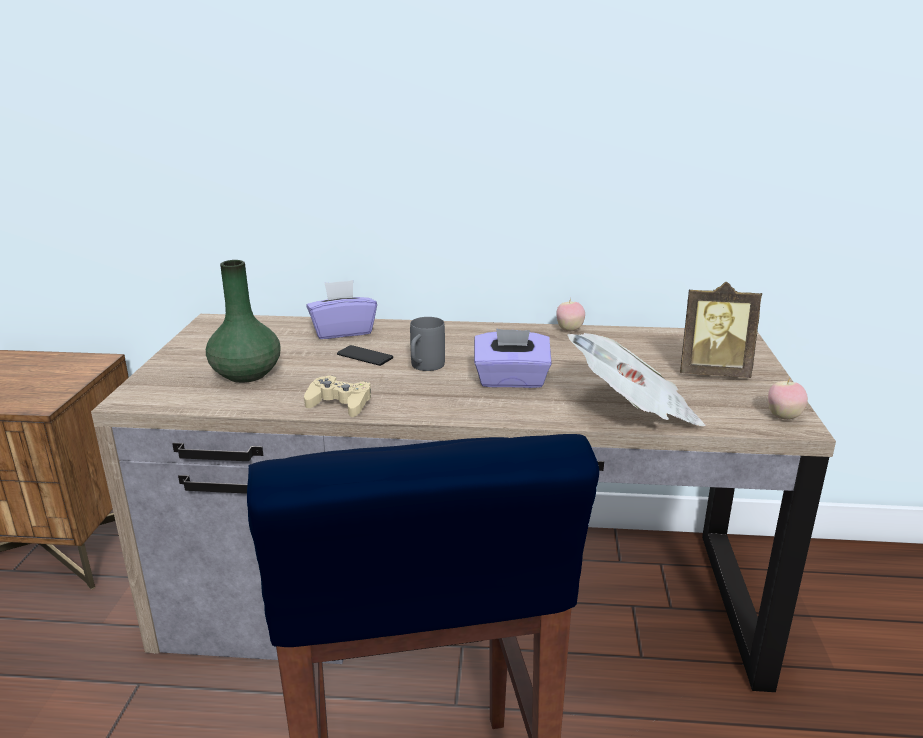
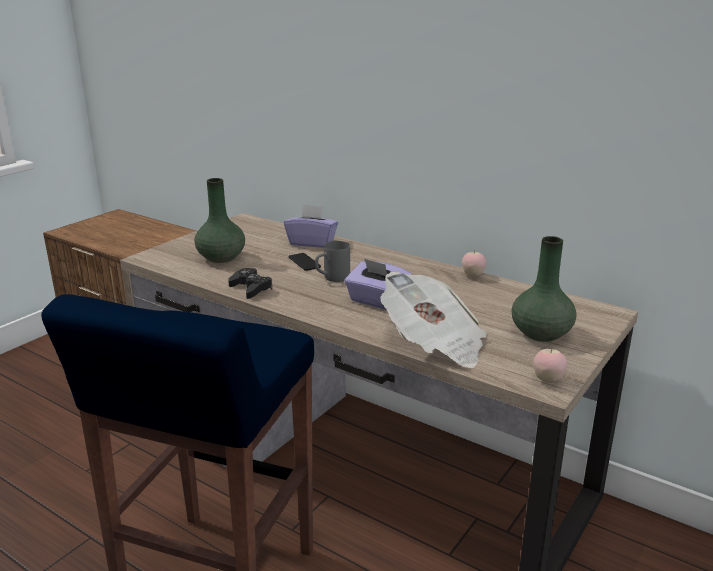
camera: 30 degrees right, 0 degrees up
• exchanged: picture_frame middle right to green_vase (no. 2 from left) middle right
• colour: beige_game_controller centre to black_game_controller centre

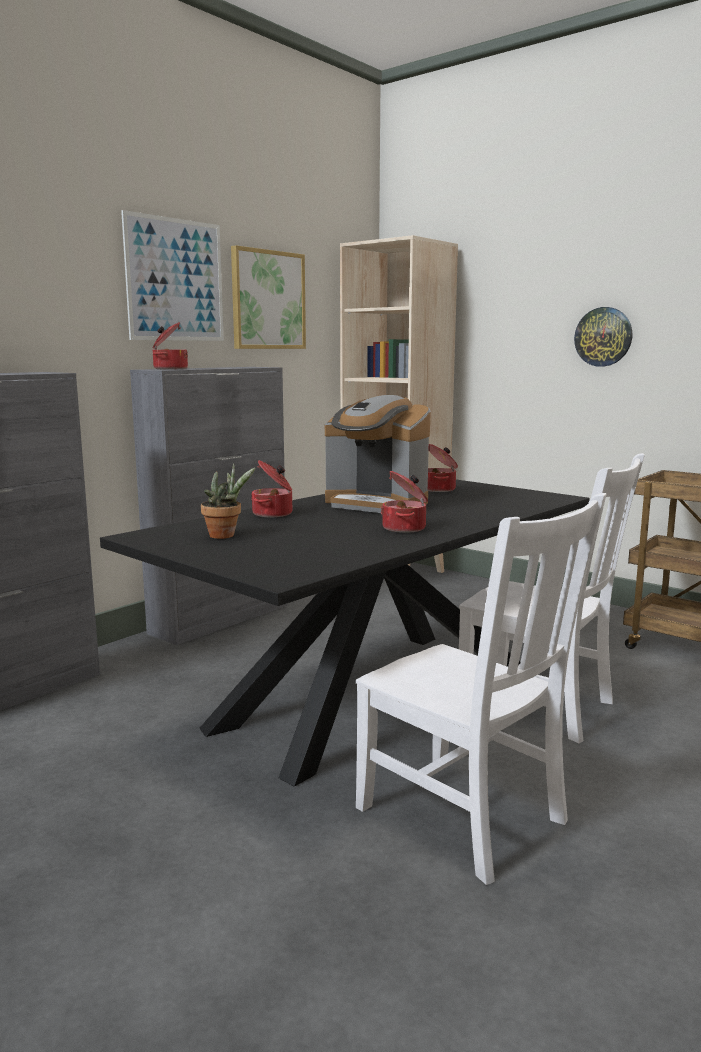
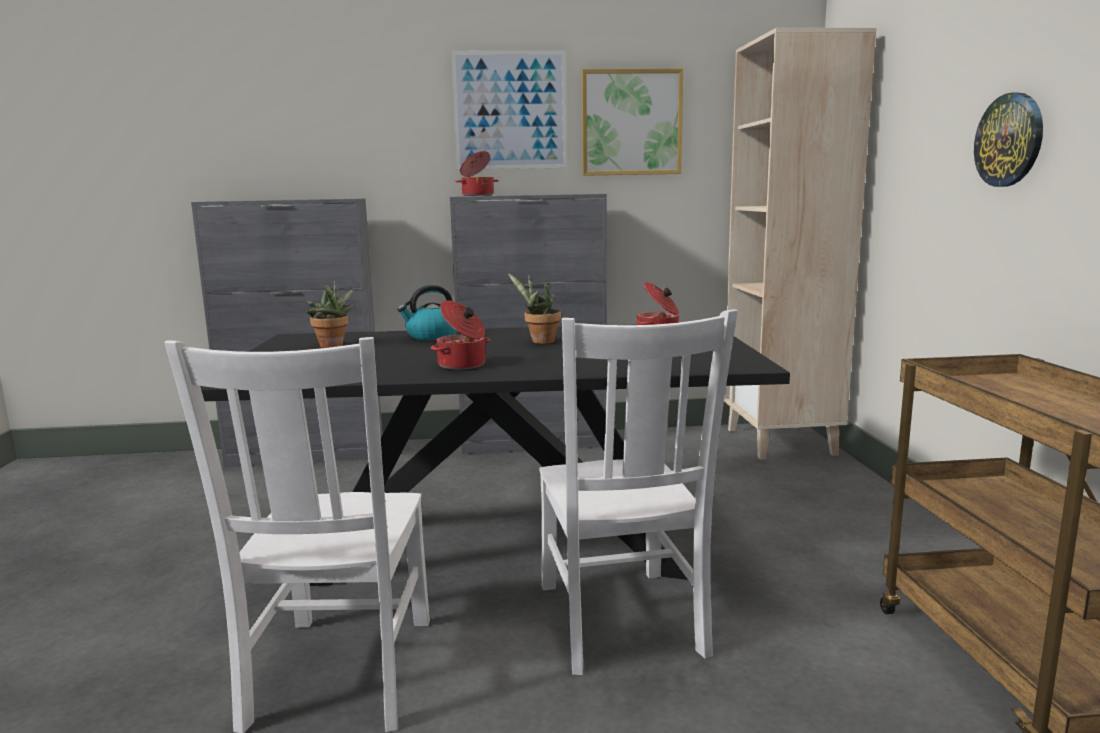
camera: 45 degrees right, 0 degrees up
• exchanged: cooking_pot (no. 2 from left) centre to kettle centre
• exchanged: coffee_machine centre to potted_plant (no. 2 from left) centre

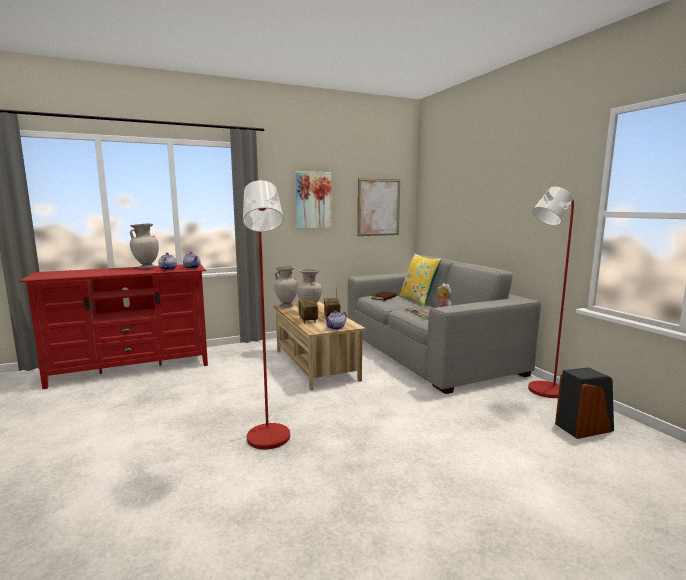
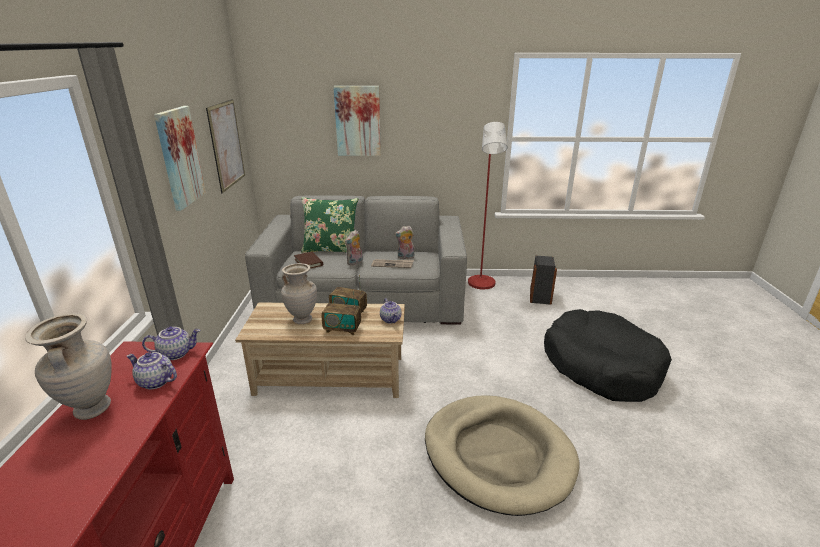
camera: 65 degrees left, 15 degrees up
• missing: beige_vase (no. 2 from left) centre
• appeared: picture (no. 3 from left) top centre
• appeared: plush_toy (no. 1 from left) centre
• appeared: black_dog_bed middle right
• exchanged: red_floor_lamp (no. 1 from left) centre to beige_dog_bed bottom centre
• colour: yellow_pillow centre to green_pillow centre

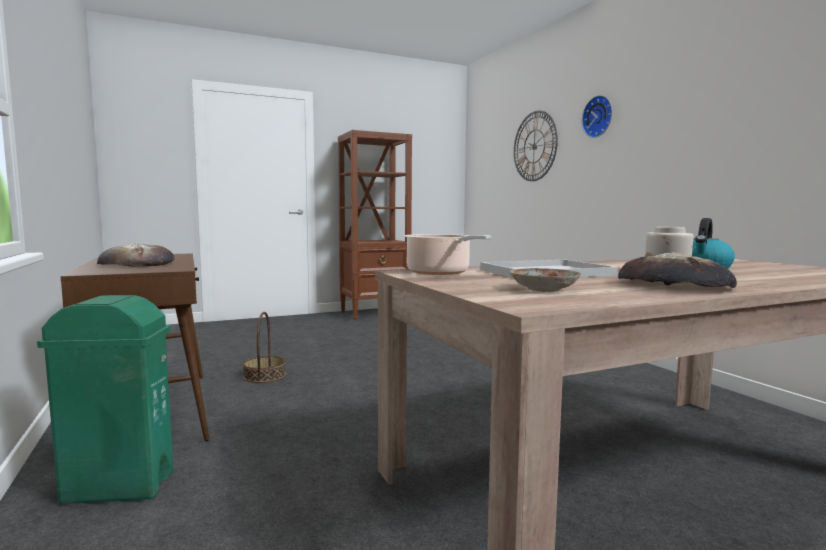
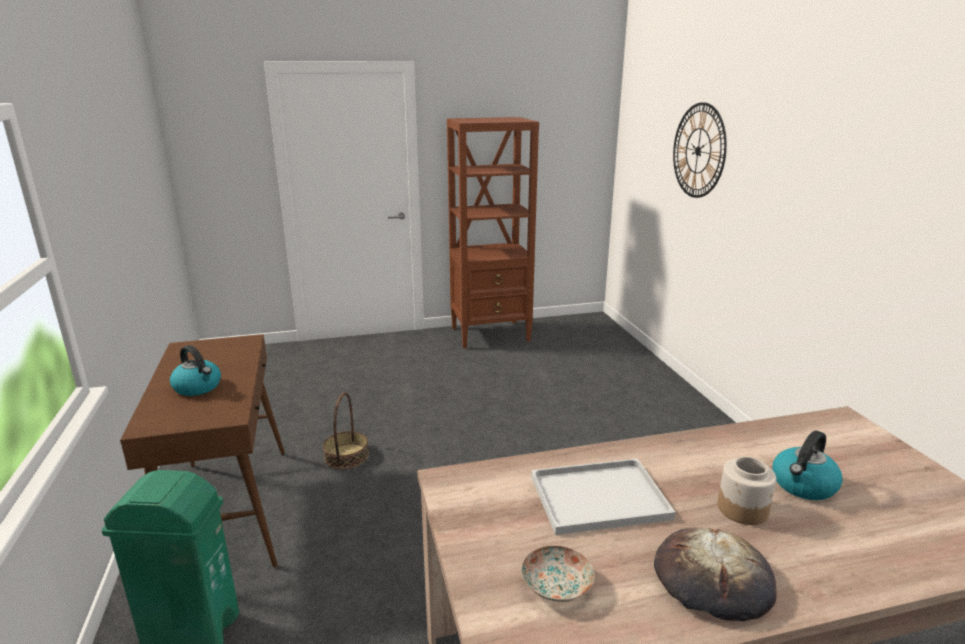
camera: 10 degrees right, 15 degrees up
• missing: cooking_pot centre
• missing: wall_clock (no. 2 from left) top right
• exchanged: bread (no. 1 from left) middle left to kettle (no. 1 from left) middle left

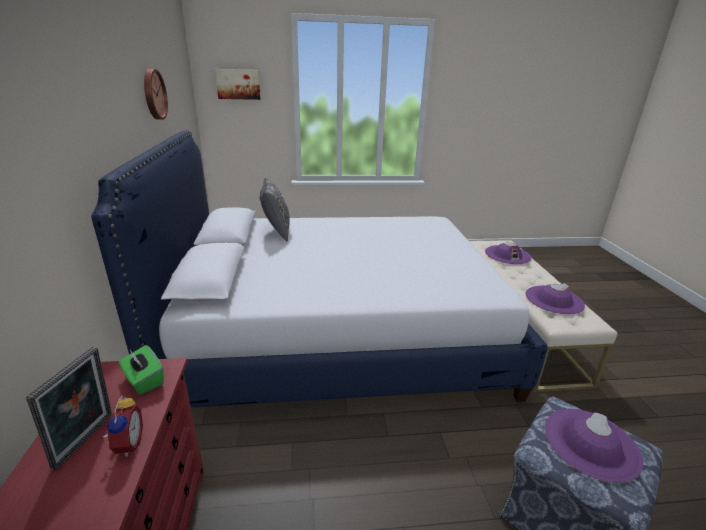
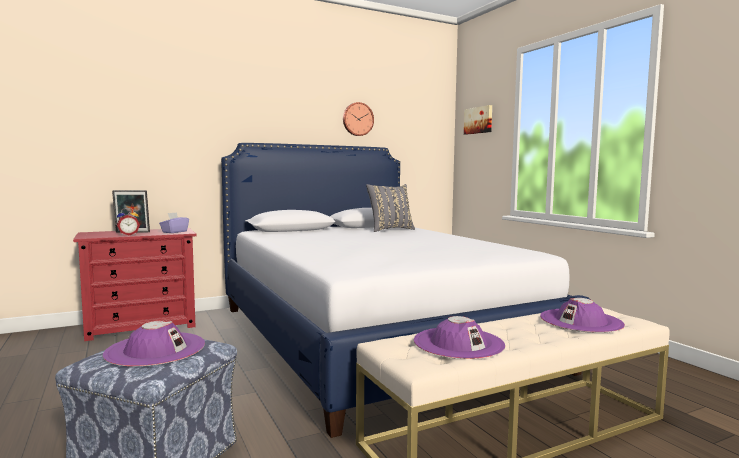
camera: 70 degrees right, 20 degrees down
• colour: green_tissue_box bottom left to purple_tissue_box middle left

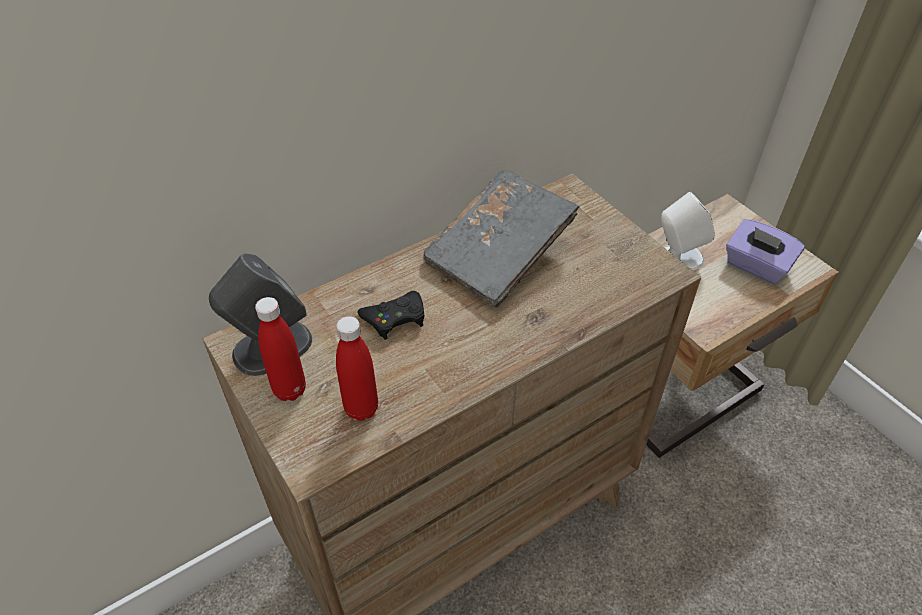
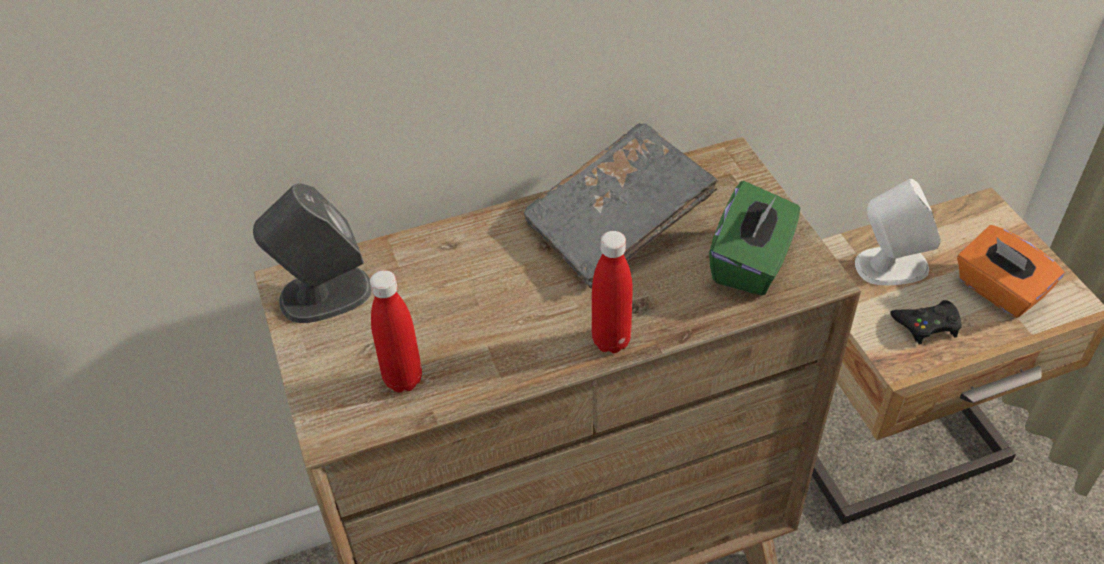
camera: 15 degrees right, 0 degrees up
• appeared: green_tissue_box middle right
• relocated: red_bottle (no. 1 from left in the first image) middle left to red_bottle (no. 2 from left) centre
• relocated: black_game_controller centre to middle right
• colour: purple_tissue_box middle right to orange_tissue_box middle right

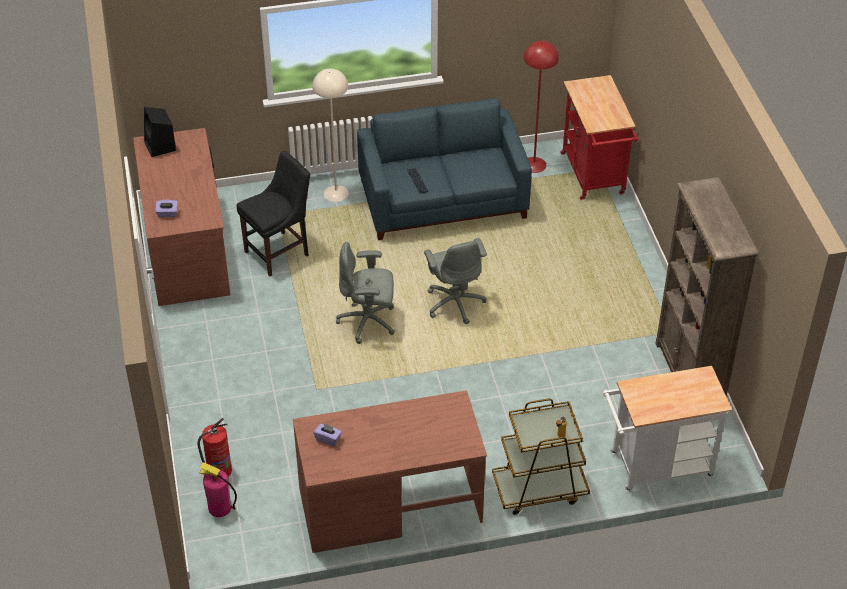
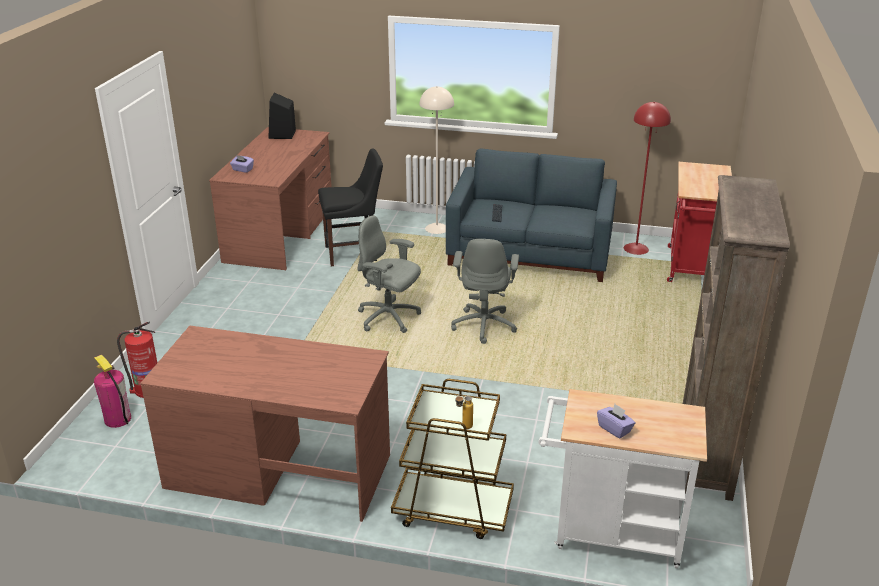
camera: 25 degrees right, 15 degrees down
• relocated: purple_tissue_box (no. 2 from left) bottom centre to bottom right

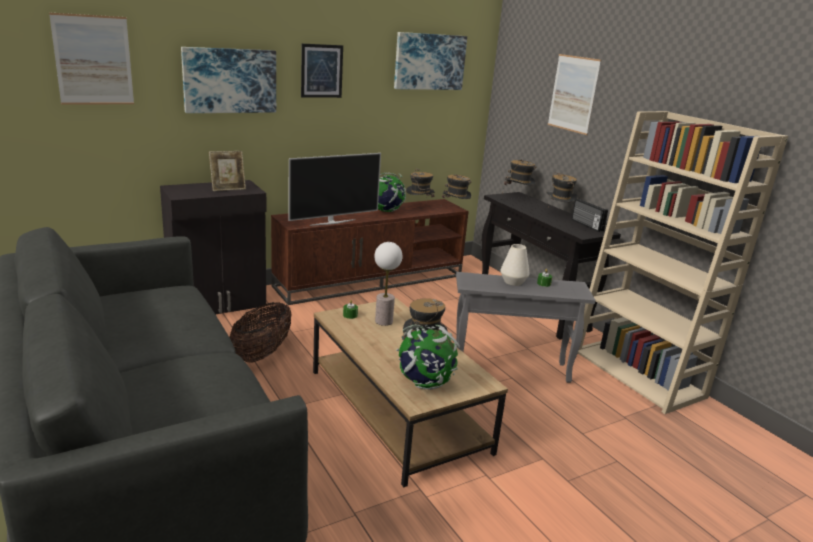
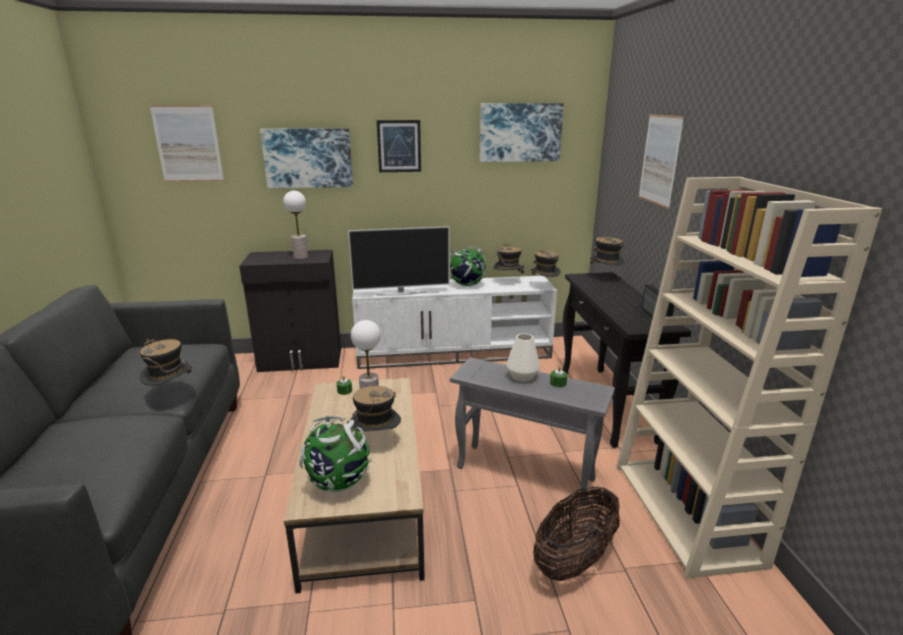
camera: 25 degrees right, 0 degrees up
• relocated: basket middle left to bottom centre
• relocated: hat (no. 5 from left in the first image) middle right to hat (no. 1 from left) middle left
• exchanged: picture_frame top left to table_lamp (no. 1 from left) middle left
• colour: brown_tv_stand centre to white_tv_stand centre

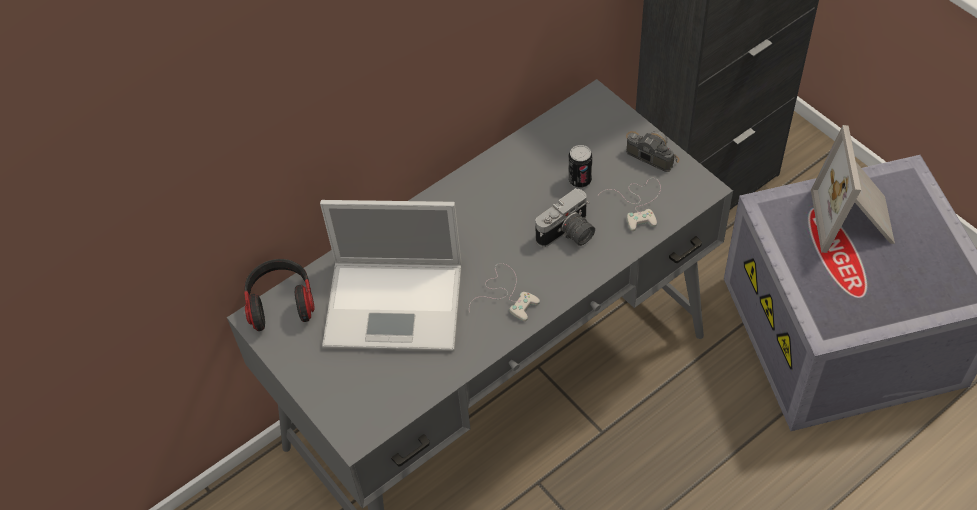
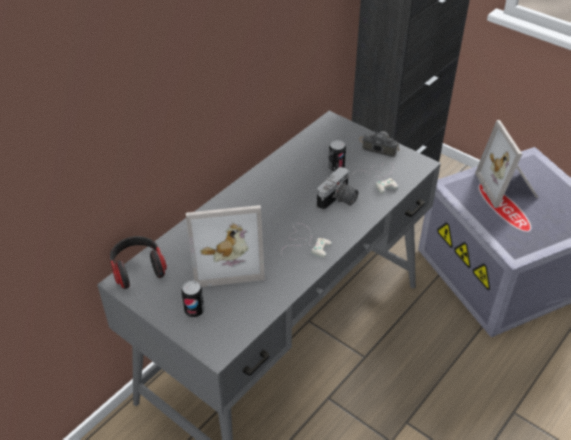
camera: 15 degrees left, 10 degrees down
• appeared: can (no. 1 from left) bottom centre
• exchanged: laptop centre to picture_frame (no. 1 from left) centre

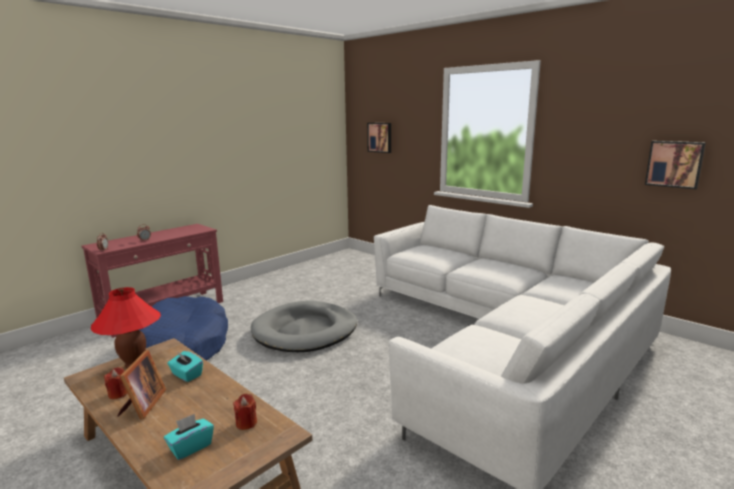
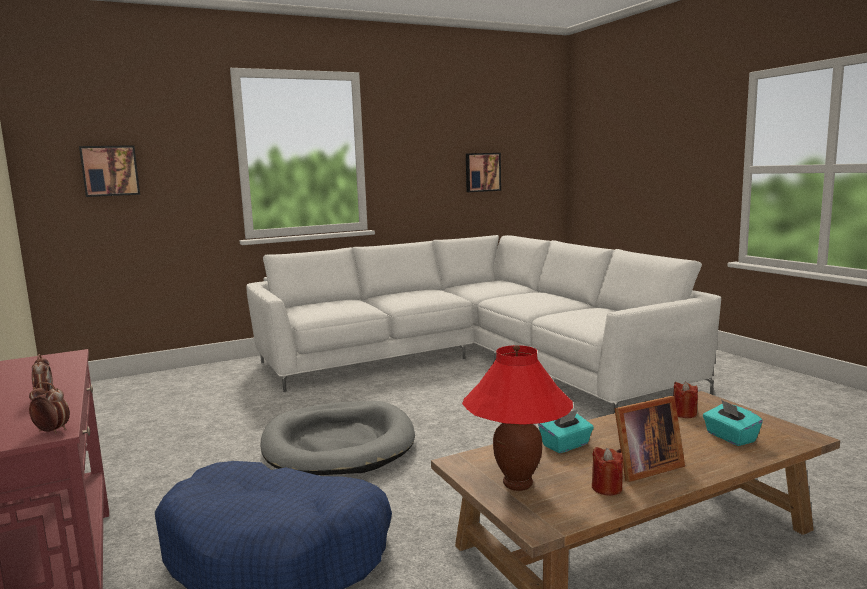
camera: 70 degrees left, 5 degrees down
• spun: picture_frame bottom left = bottom right 135 degrees clockwise

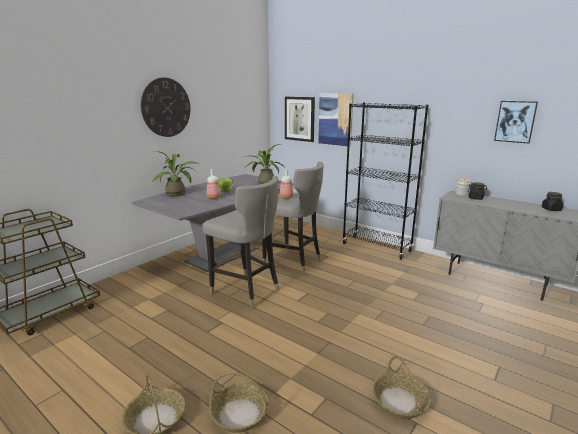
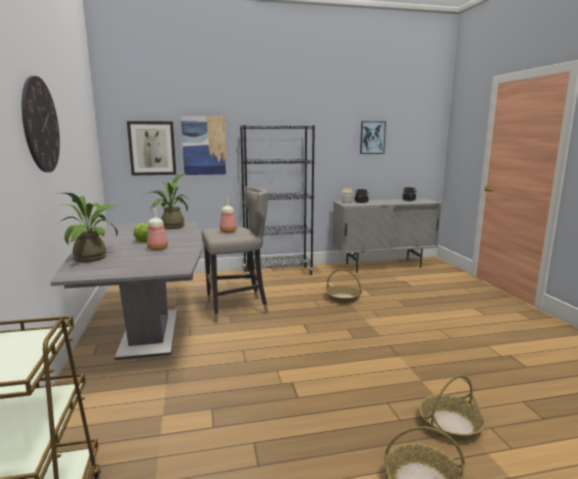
camera: 50 degrees left, 5 degrees down
• missing: grey_stool (no. 1 from left) centre
• relocated: basket (no. 3 from left in the first image) bottom right to basket (no. 1 from left) centre

